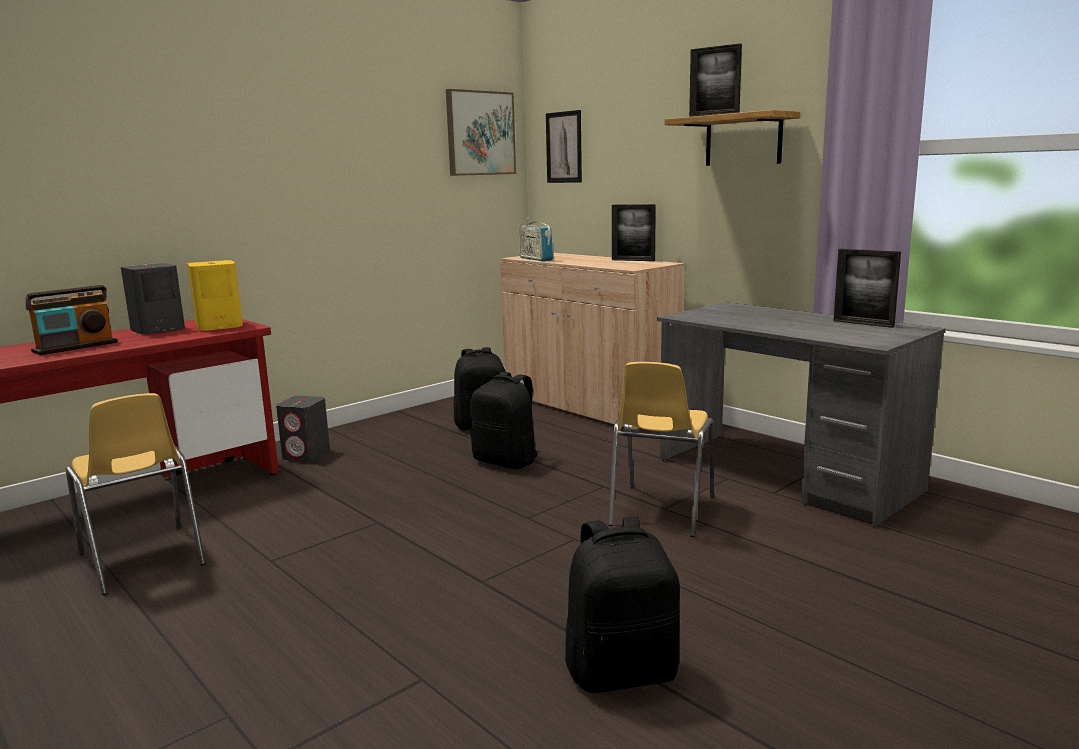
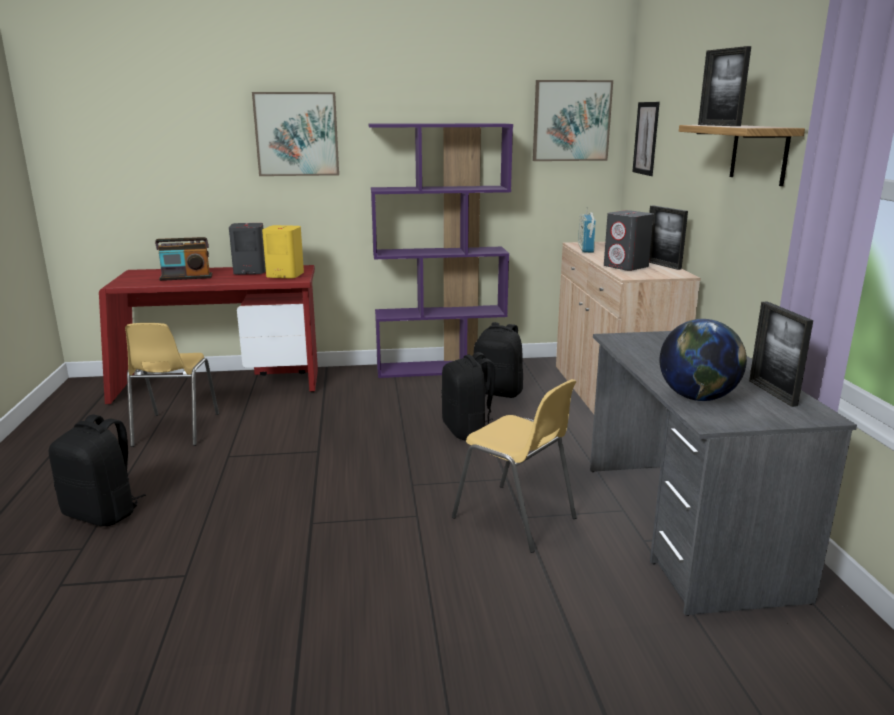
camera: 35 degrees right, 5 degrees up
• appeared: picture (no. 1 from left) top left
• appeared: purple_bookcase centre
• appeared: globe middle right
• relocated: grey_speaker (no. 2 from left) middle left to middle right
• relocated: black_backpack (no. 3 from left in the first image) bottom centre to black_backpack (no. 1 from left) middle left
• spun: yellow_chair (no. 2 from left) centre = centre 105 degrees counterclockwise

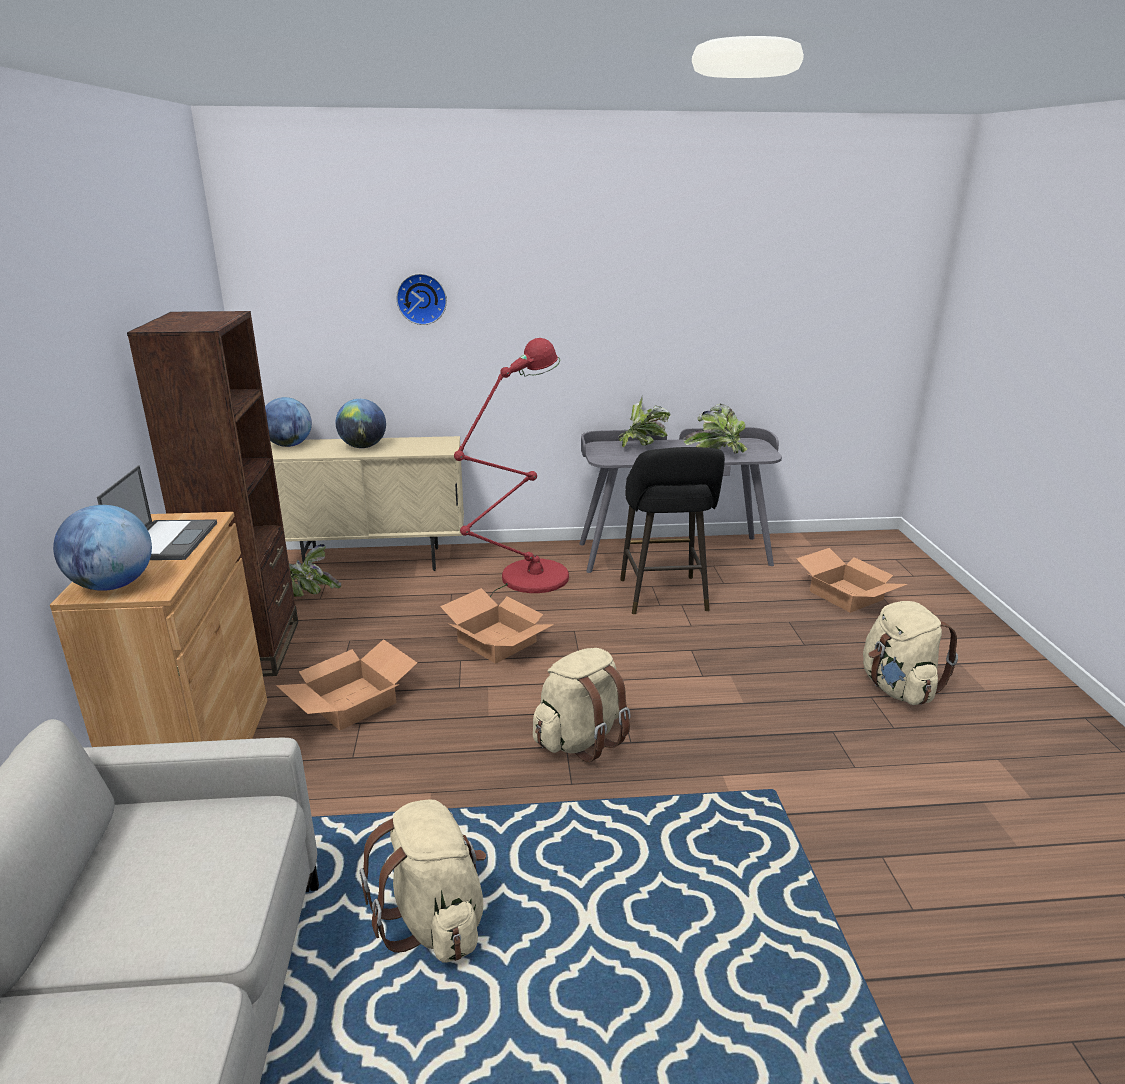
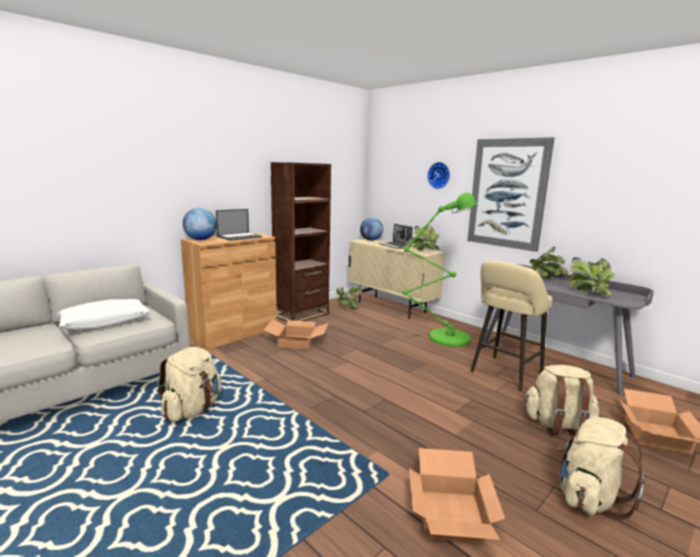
camera: 50 degrees right, 10 degrees down
• appeared: white_pillow middle left
• appeared: potted_plant (no. 2 from left) centre
• appeared: picture middle right
• relocated: cardboard_box (no. 2 from left) centre to bottom centre
• relocated: beige_backpack (no. 2 from left) centre to bottom right
• exchanged: globe (no. 3 from left) middle left to laptop (no. 2 from left) centre
• colour: red_floor_lamp centre to green_floor_lamp centre
• colour: black_stool centre to beige_stool middle right

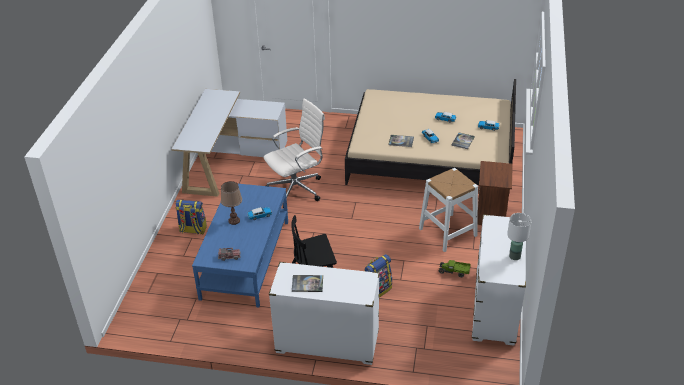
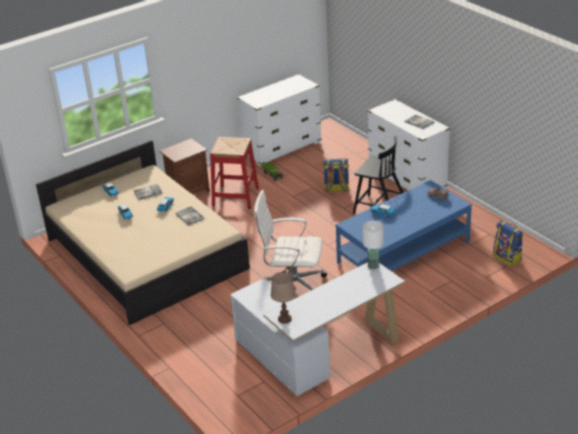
camera: 135 degrees left, 5 degrees down
• relocated: backpack (no. 1 from left in the first image) middle left to backpack (no. 2 from left) middle right
• relocated: brown_table_lamp centre to bottom centre
• relocated: white_table_lamp middle right to centre
• colour: white_stool centre to red_stool centre

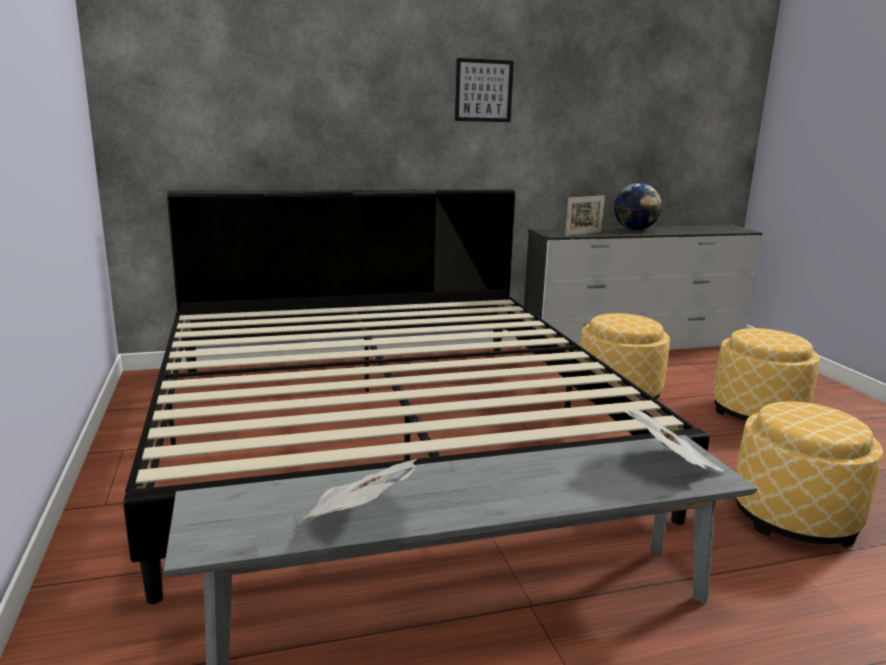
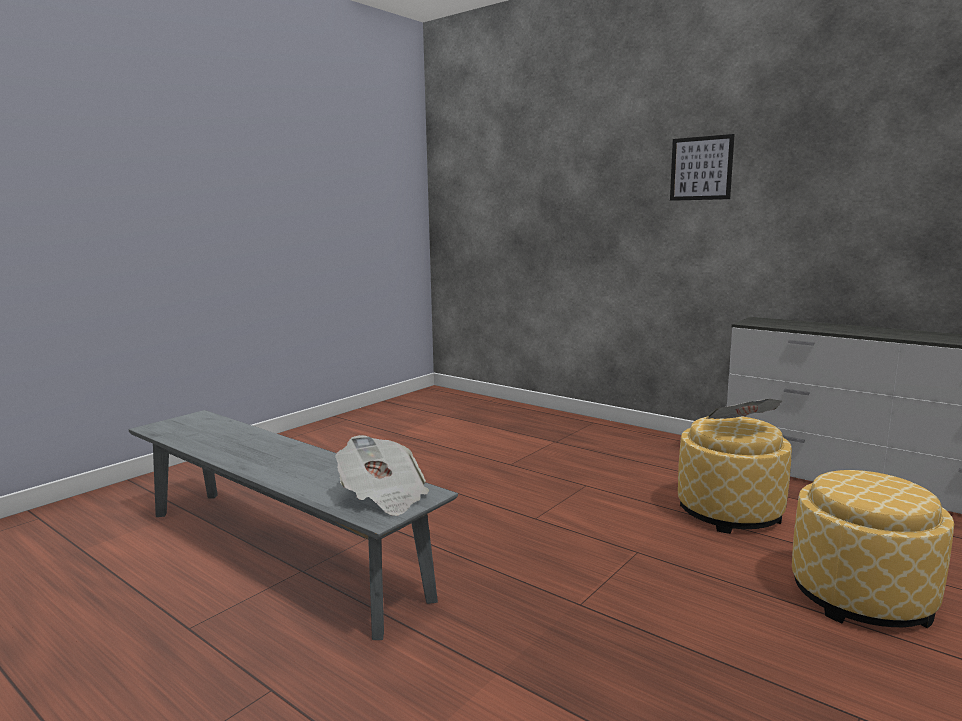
camera: 55 degrees right, 5 degrees down
• missing: bed centre
• missing: picture_frame top centre
• missing: globe top right
• missing: ottoman (no. 3 from left) bottom right
• relocated: newspaper (no. 1 from left in the first image) bottom centre to newspaper (no. 2 from left) middle right

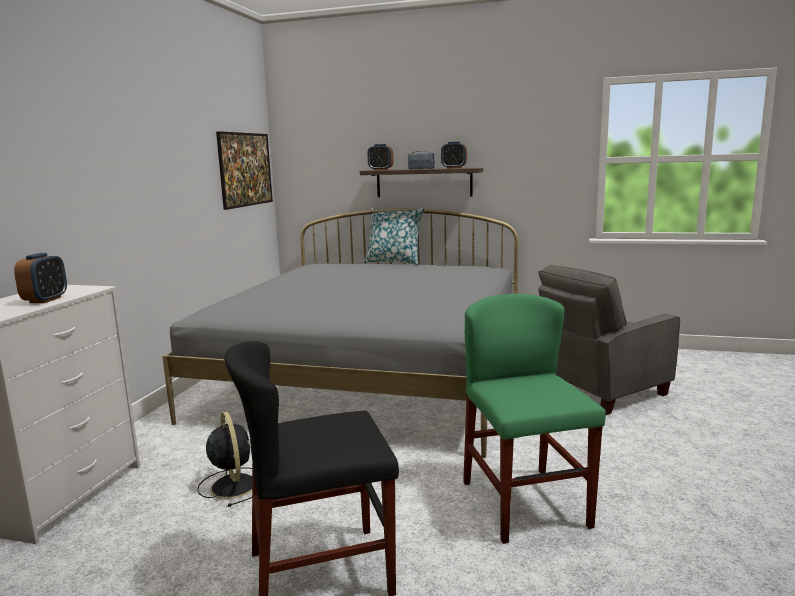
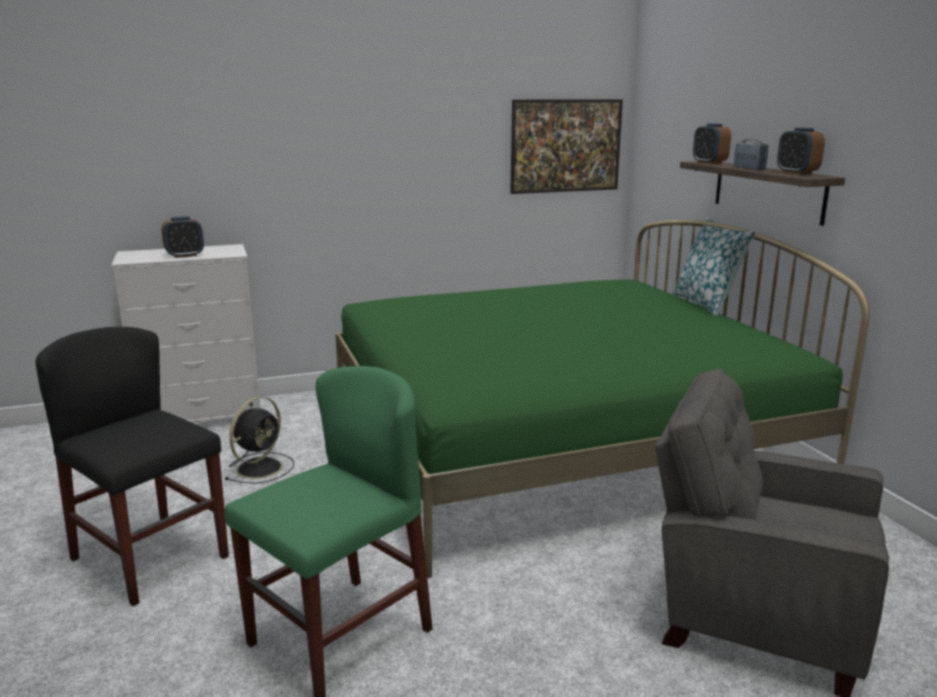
camera: 55 degrees right, 5 degrees up
• colour: grey_bed centre to green_bed centre

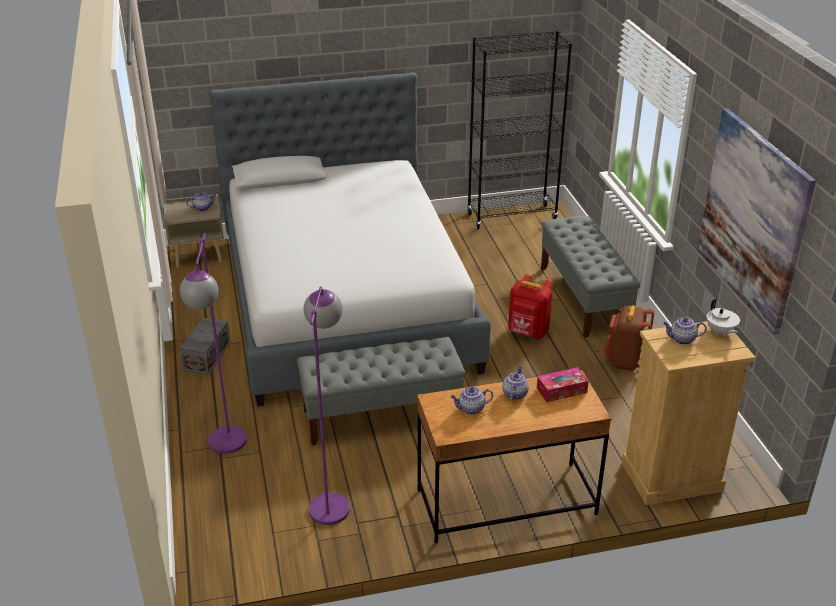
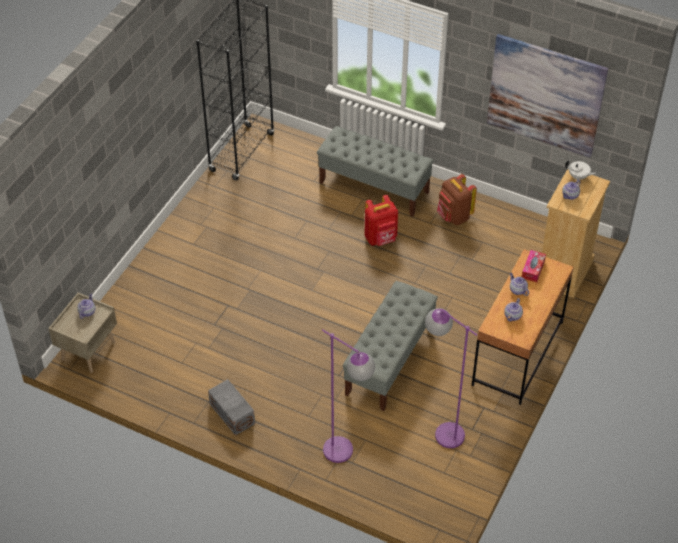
camera: 50 degrees left, 15 degrees up
• missing: bed centre

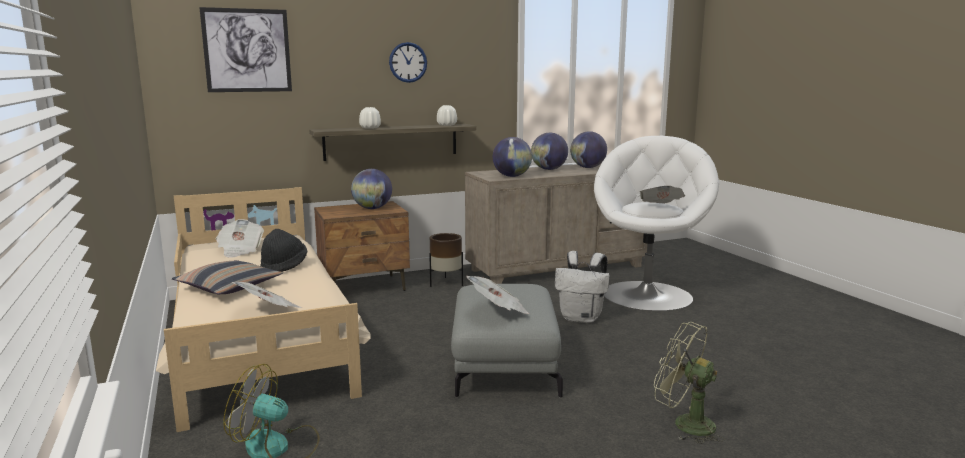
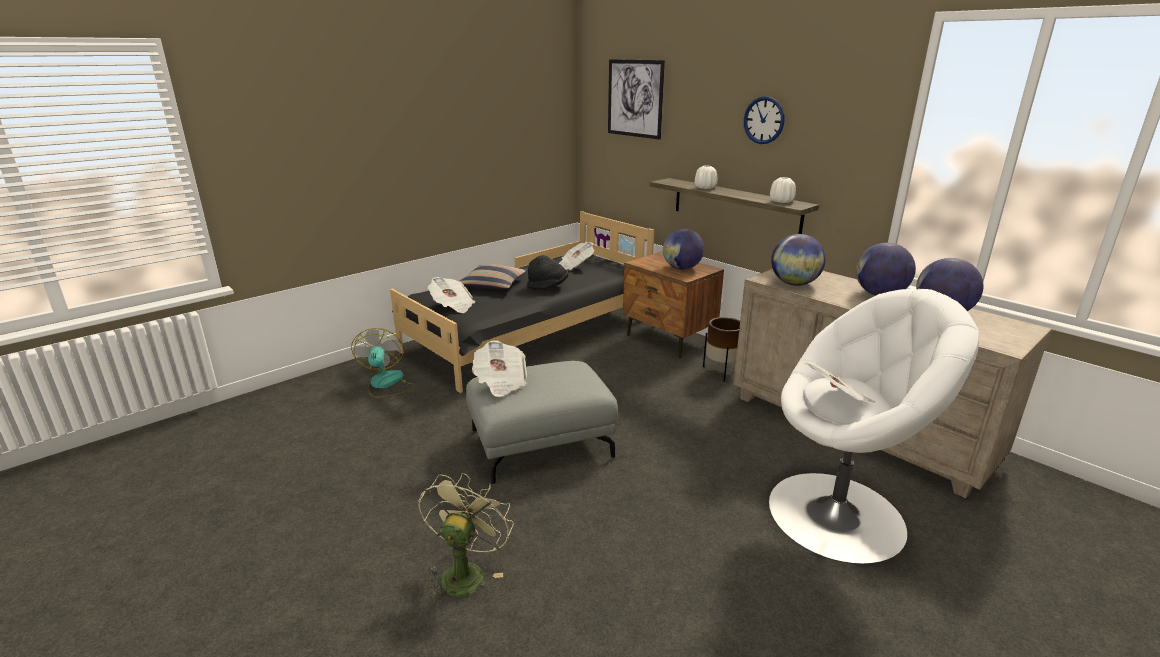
camera: 70 degrees right, 10 degrees up
• missing: white_backpack centre
• colour: beige_bed bottom left to black_bed centre

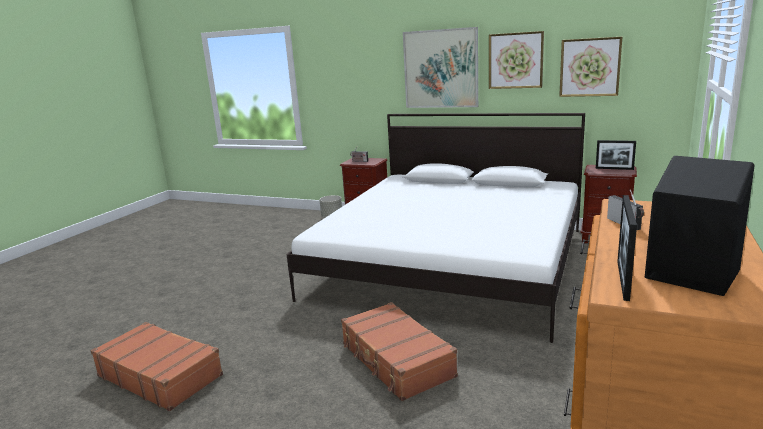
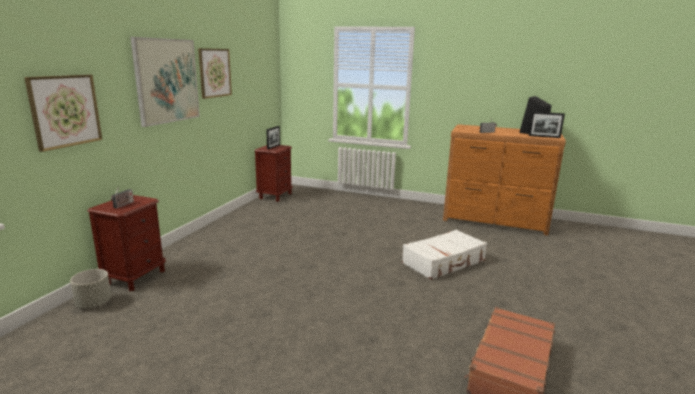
camera: 95 degrees left, 0 degrees up
• missing: white_bed centre
• relocated: picture (no. 3 from left in the first image) top right to picture (no. 1 from left) top left
• colour: brown_suitcase (no. 2 from left) bottom centre to white_suitcase centre

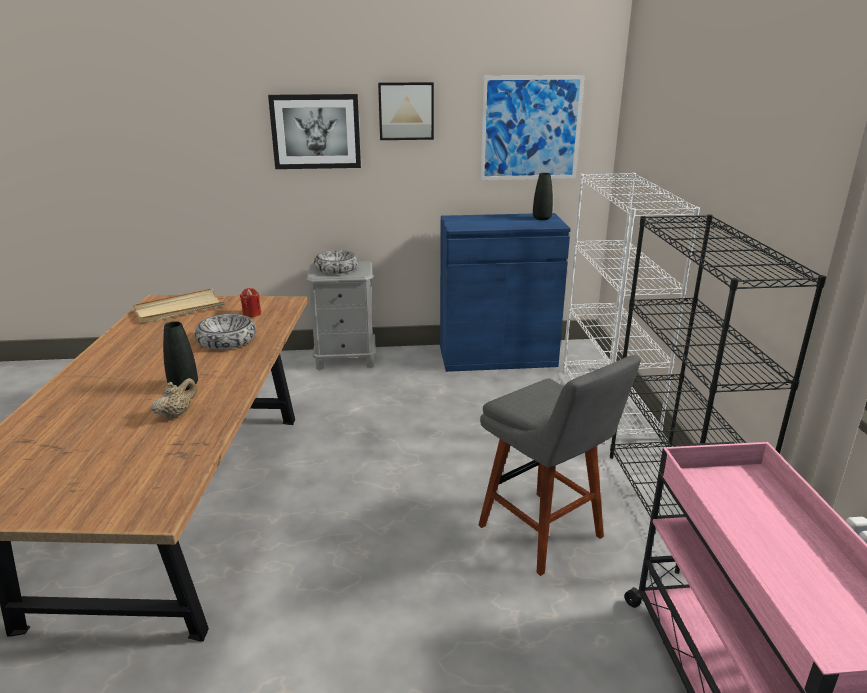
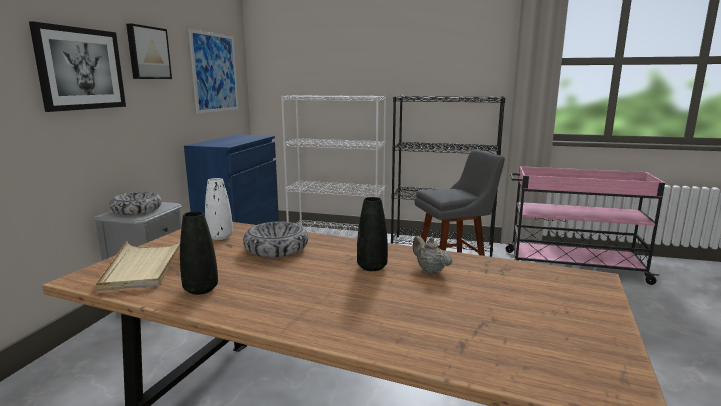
camera: 70 degrees left, 10 degrees down
• relocated: black_vase (no. 2 from left in the first image) top centre to black_vase (no. 1 from left) middle left
• exchanged: red_candle middle left to white_vase middle left

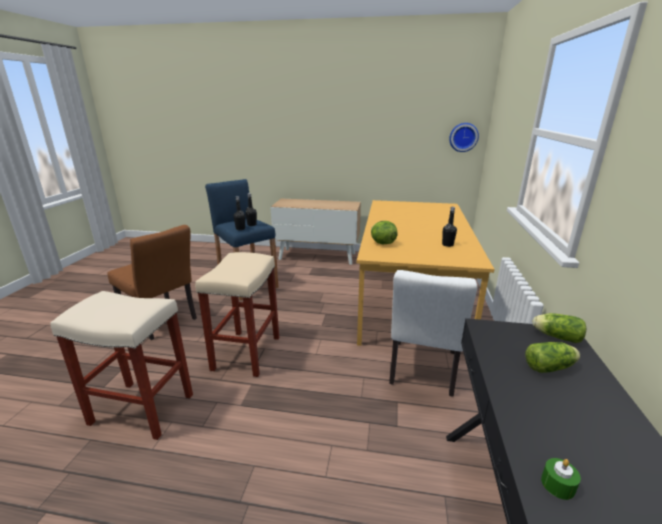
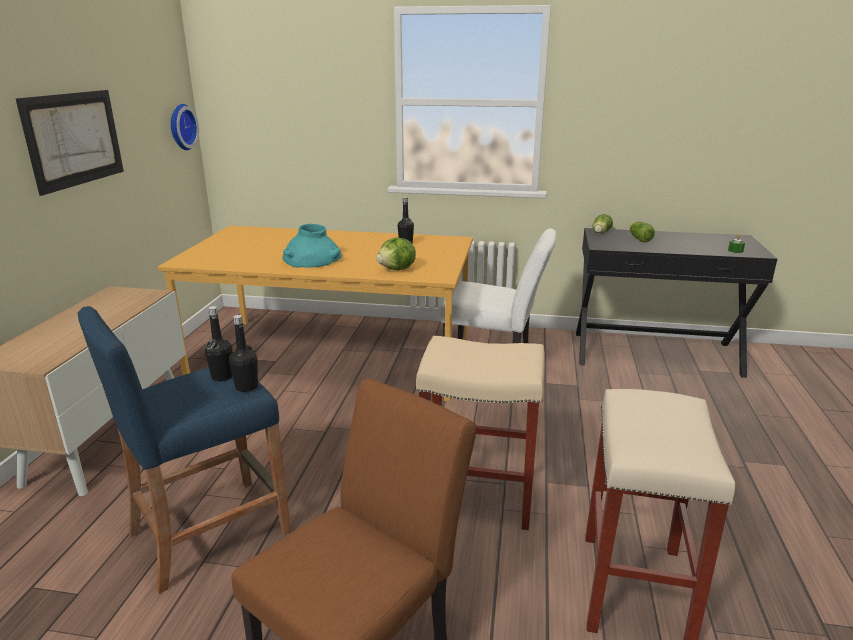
camera: 90 degrees left, 0 degrees up
• appeared: picture top left
• appeared: turquoise_vase centre

